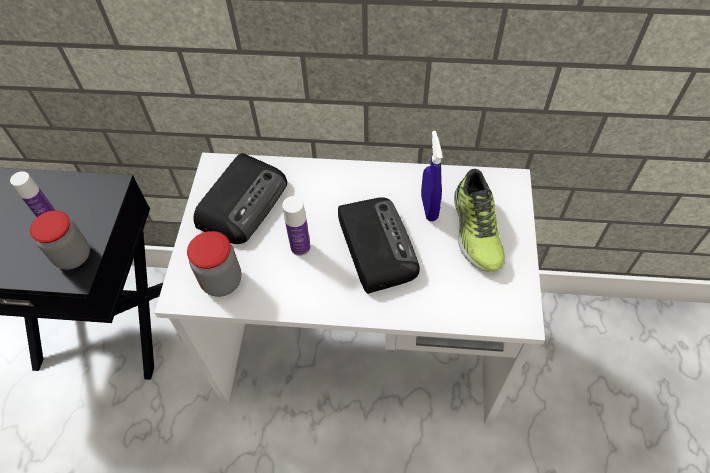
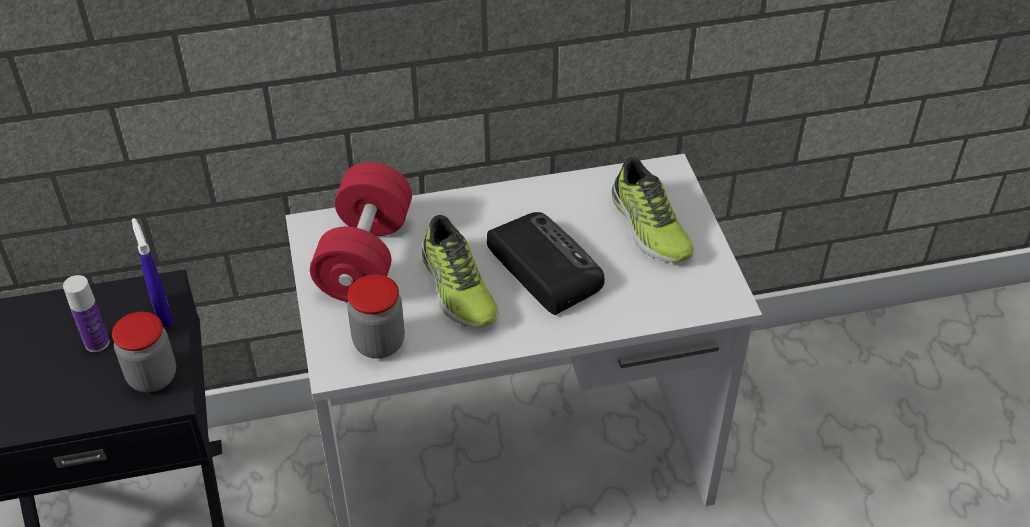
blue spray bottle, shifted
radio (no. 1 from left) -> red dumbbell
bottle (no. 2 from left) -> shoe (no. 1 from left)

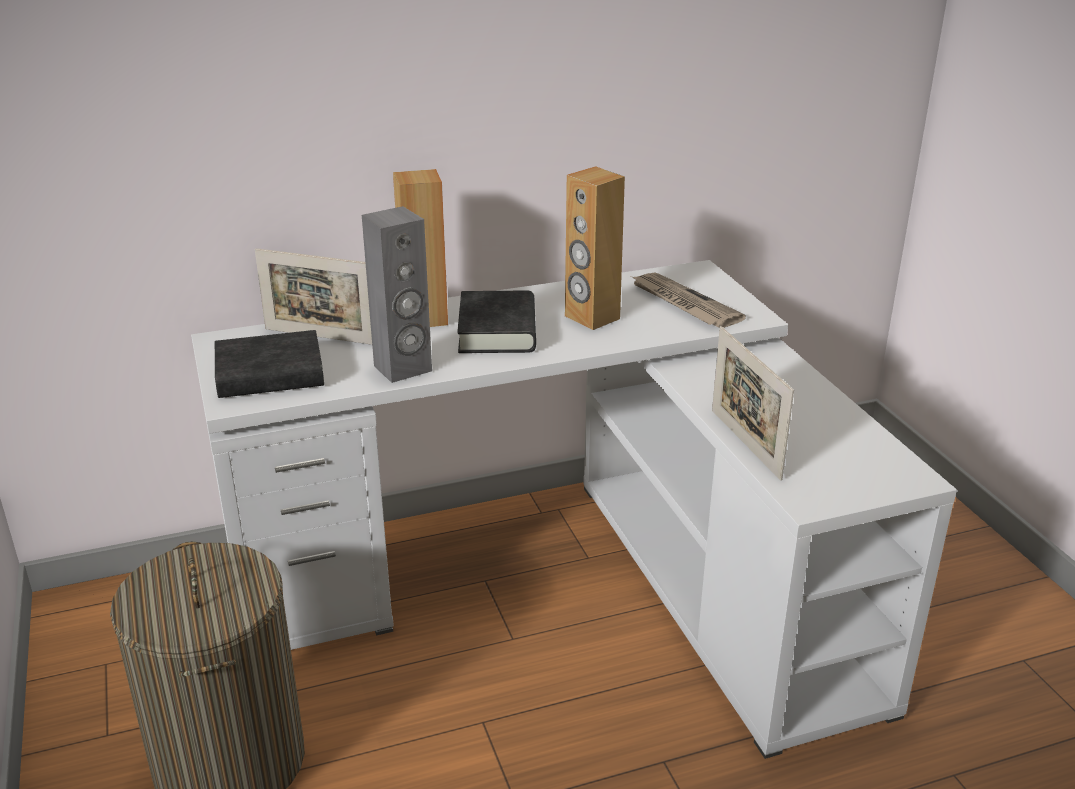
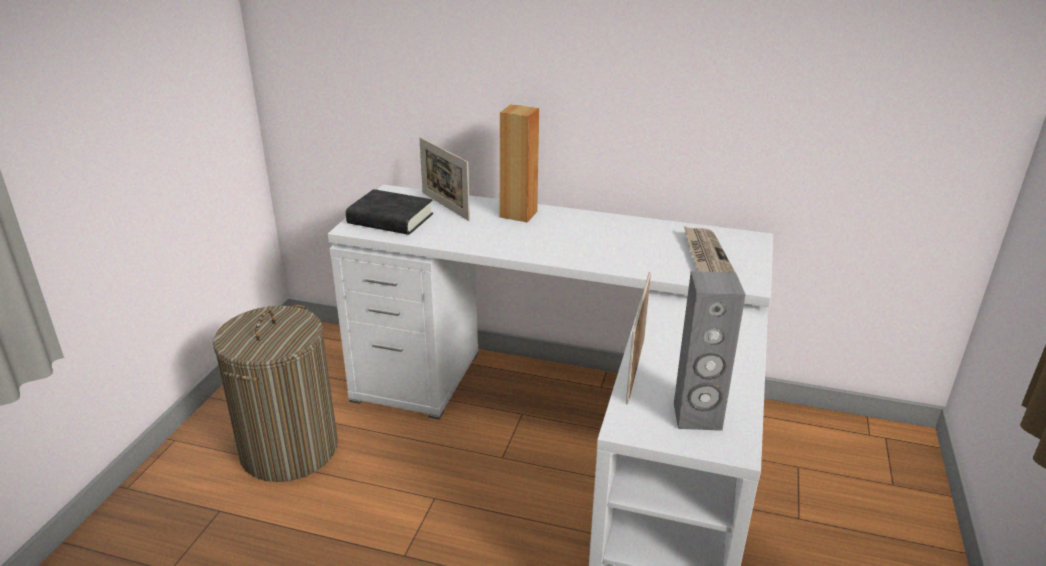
grey speaker, shifted
black book (no. 2 from left) -> none
brown speaker (no. 2 from left) -> none

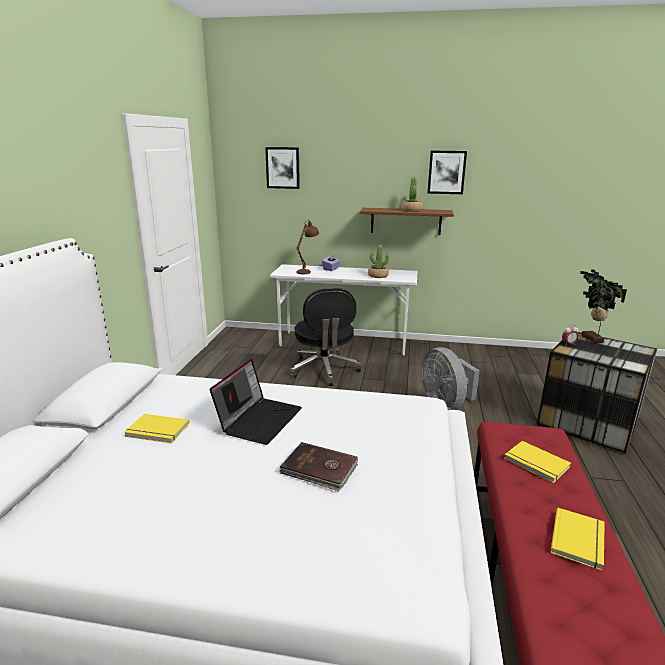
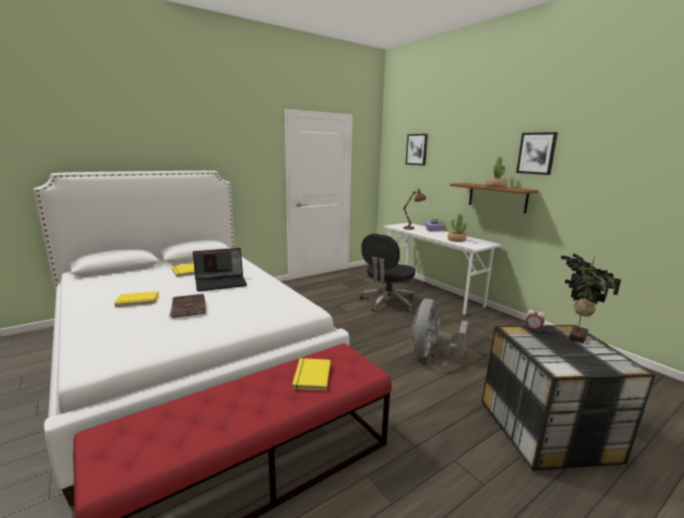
yellow book (no. 3 from left in the first image) -> yellow book (no. 1 from left), shifted

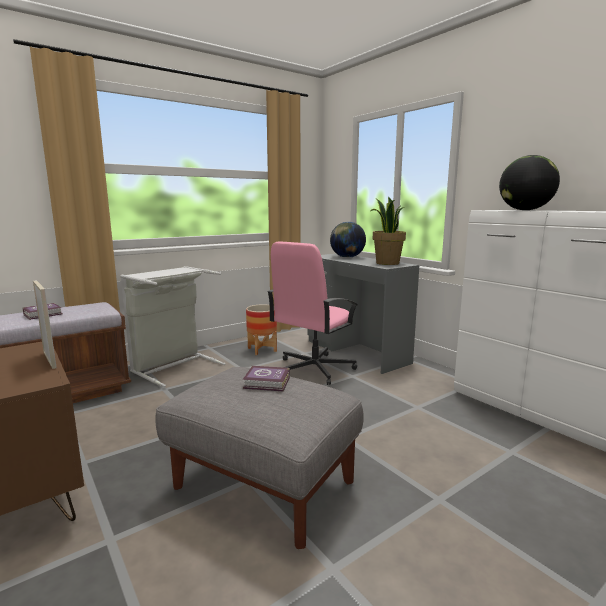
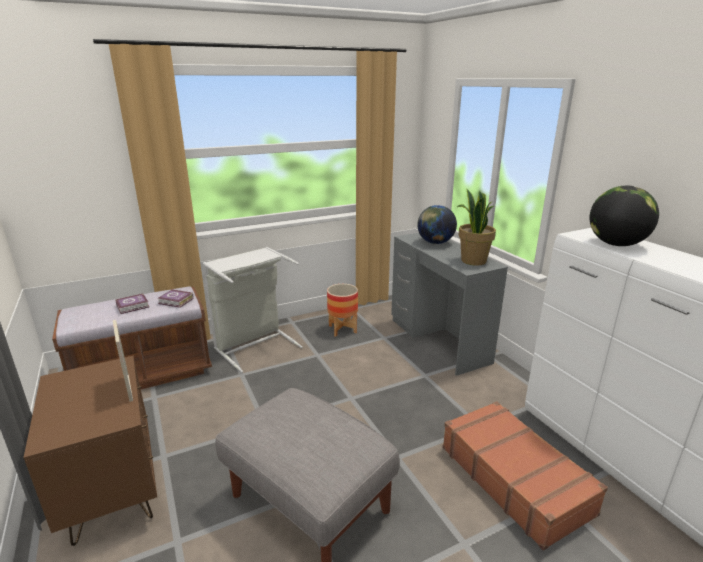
book (no. 2 from left), shifted
none -> brown suitcase
pink office chair -> none

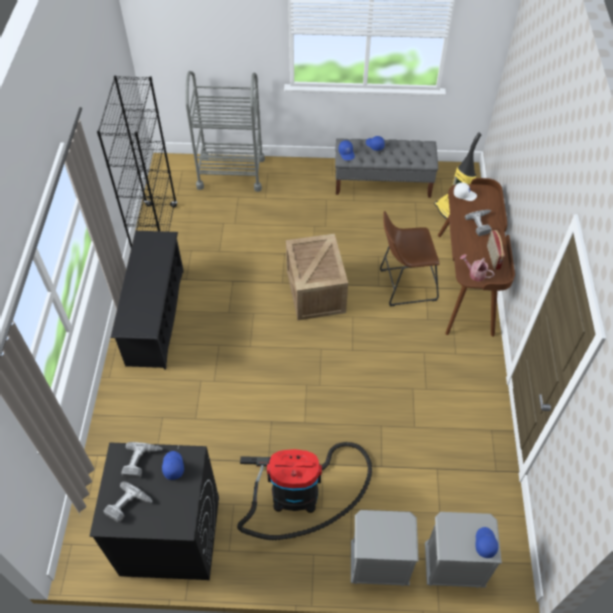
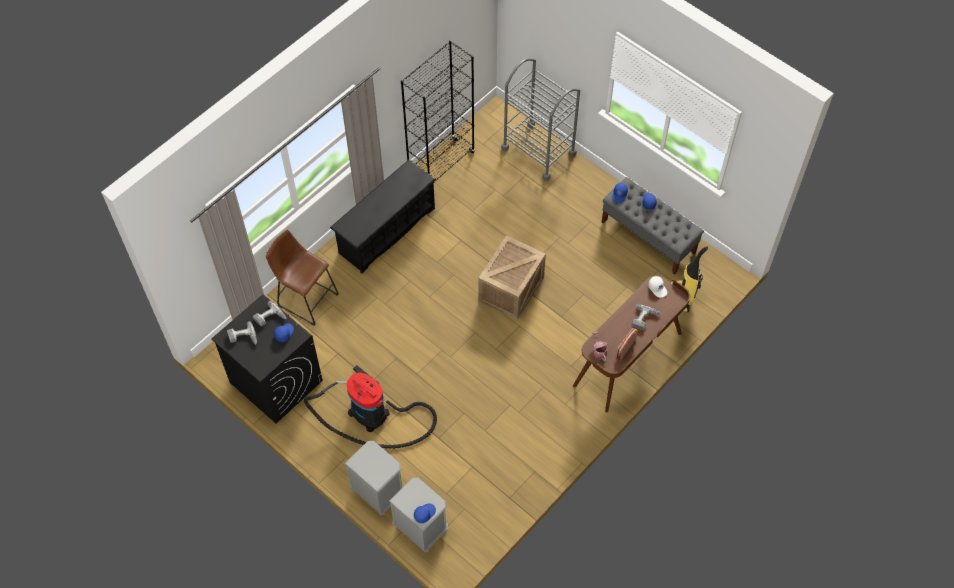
brown stool, shifted

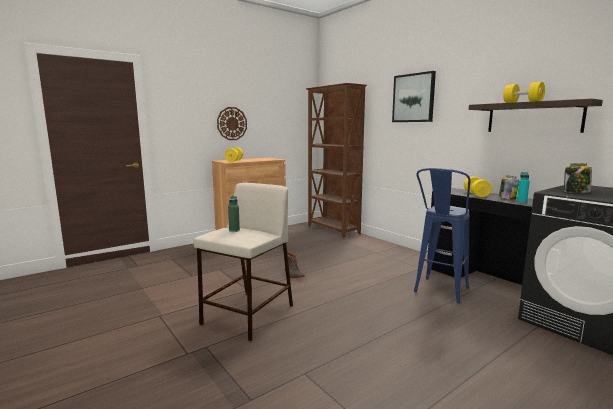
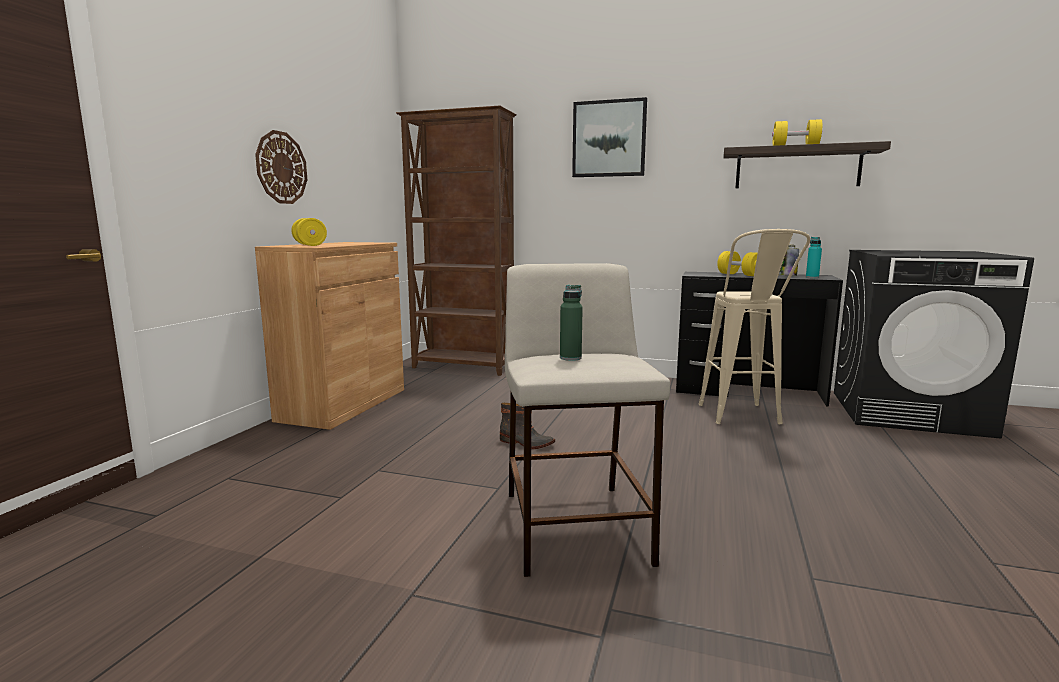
blue stool -> beige stool (no. 2 from left)
jar (no. 2 from left) -> none

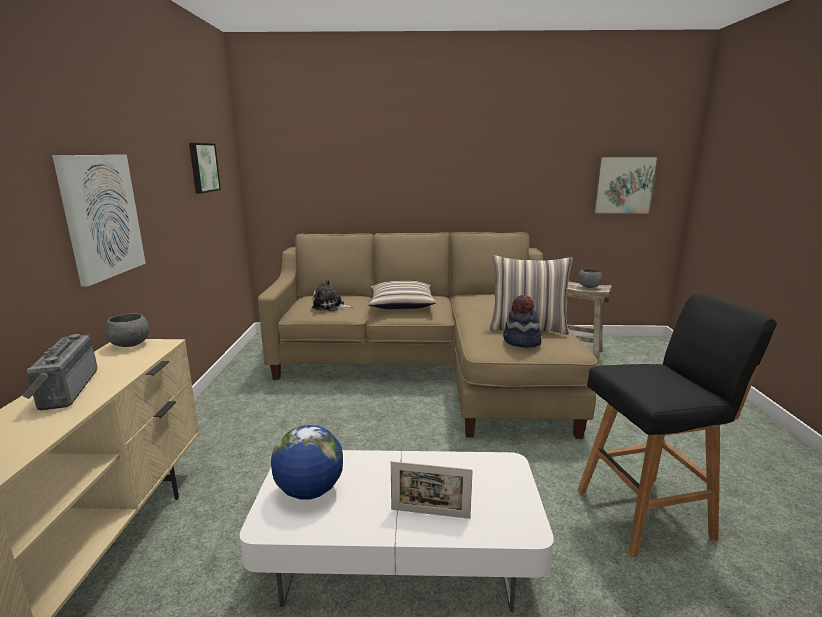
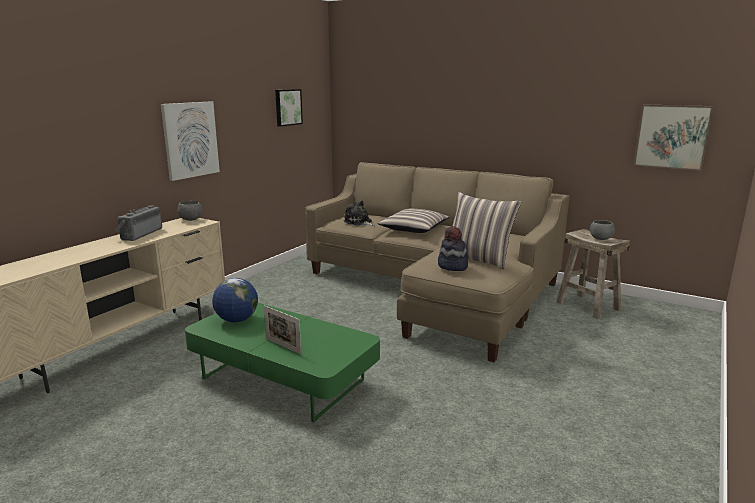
white coffee table -> green coffee table
black stool -> none

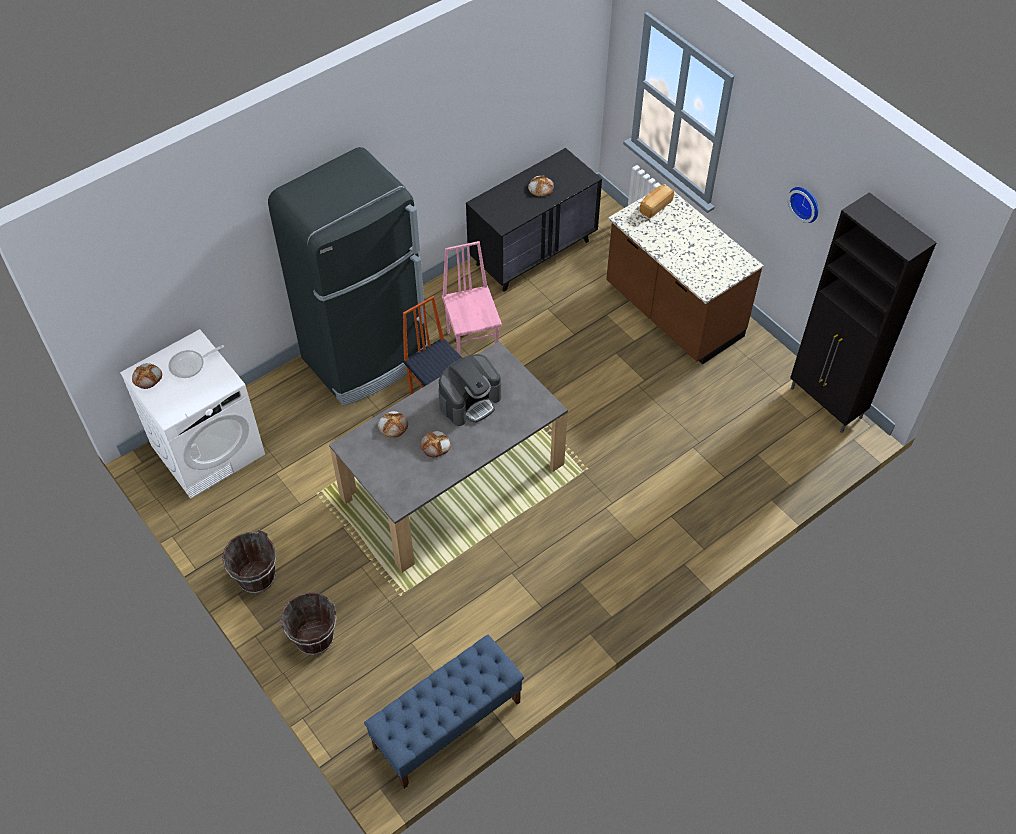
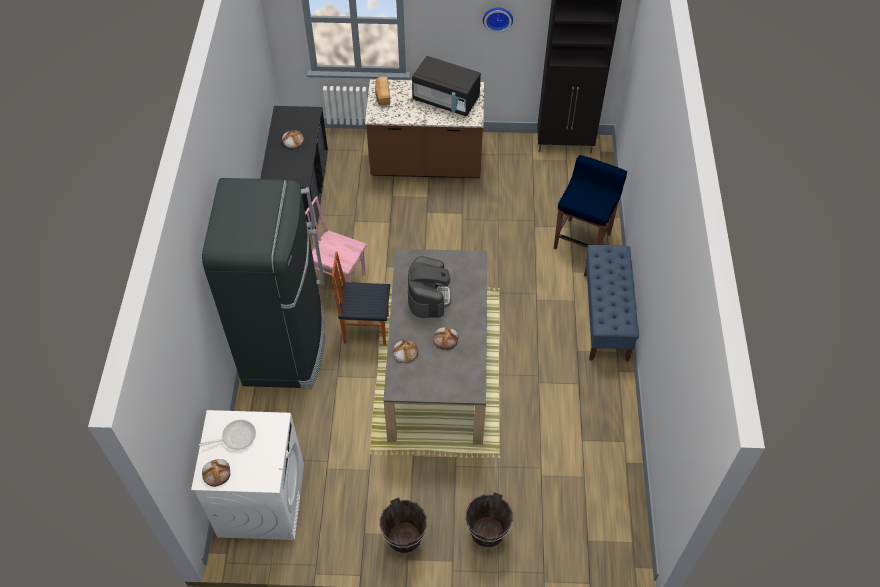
frying pan, 120 degrees counterclockwise
none -> black microwave
none -> blue stool
blue bench, shifted

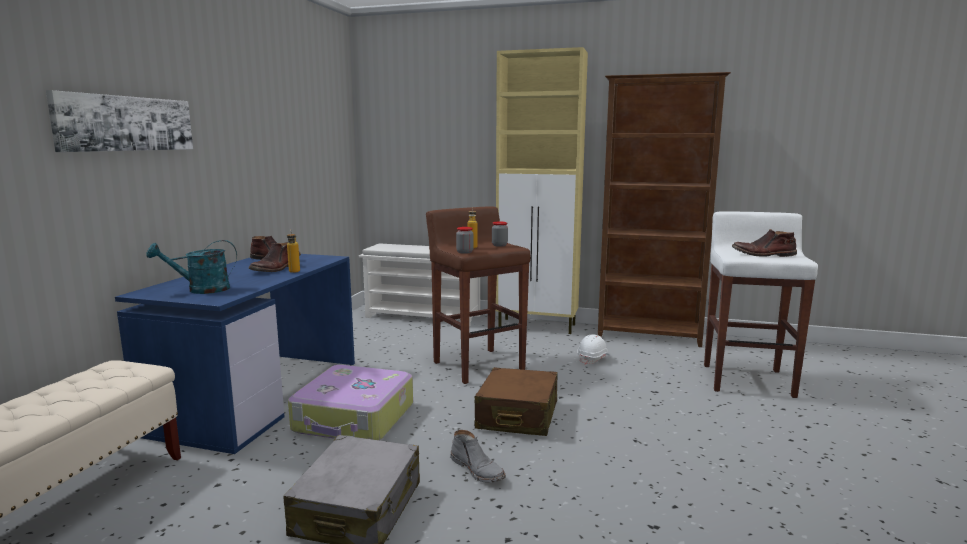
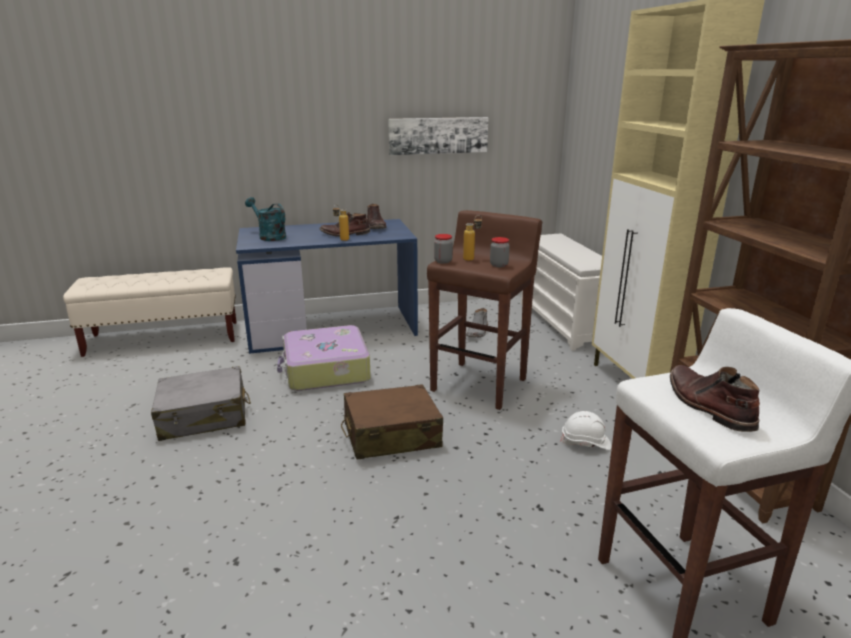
picture, shifted
grey boot, shifted

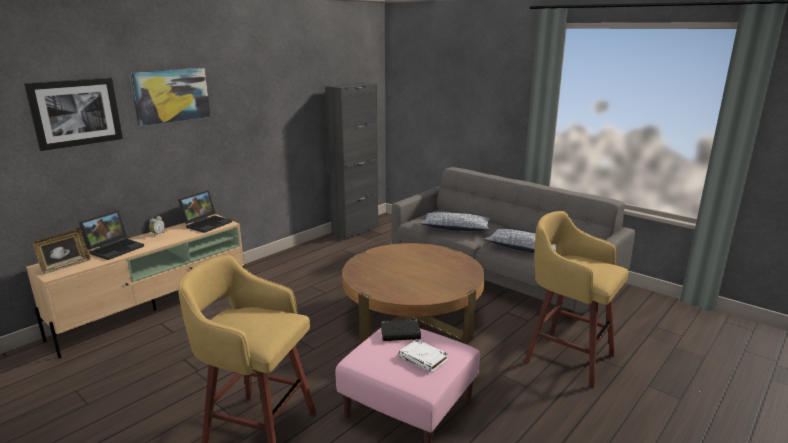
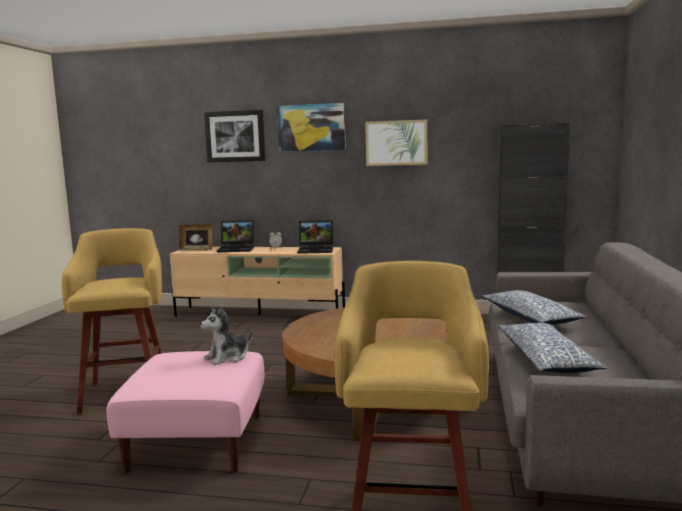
black book -> plush toy
none -> picture (no. 3 from left)
white book -> none

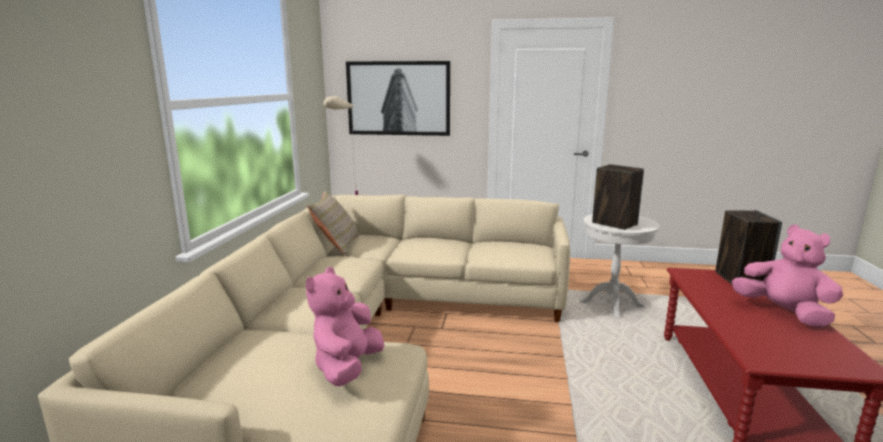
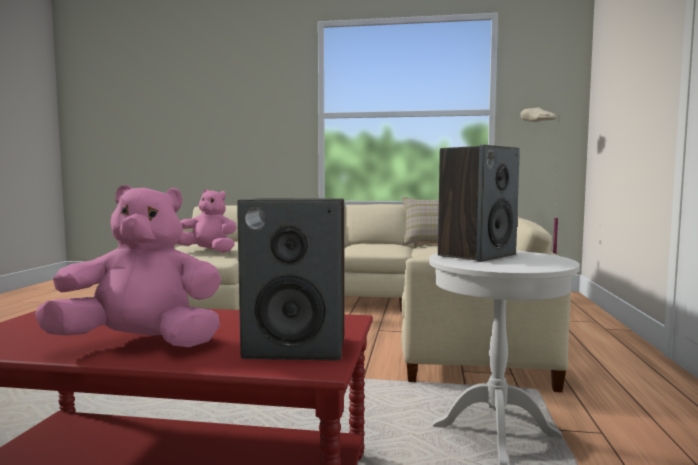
pink plush toy (no. 2 from left in the first image) -> pink plush toy (no. 1 from left), 150 degrees counterclockwise
picture -> none

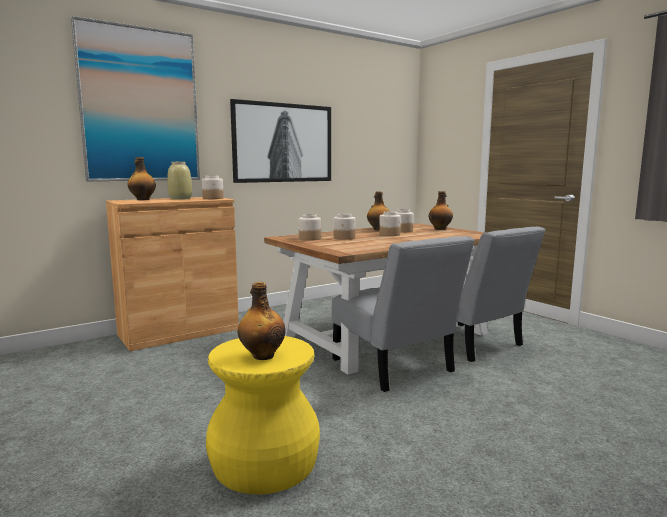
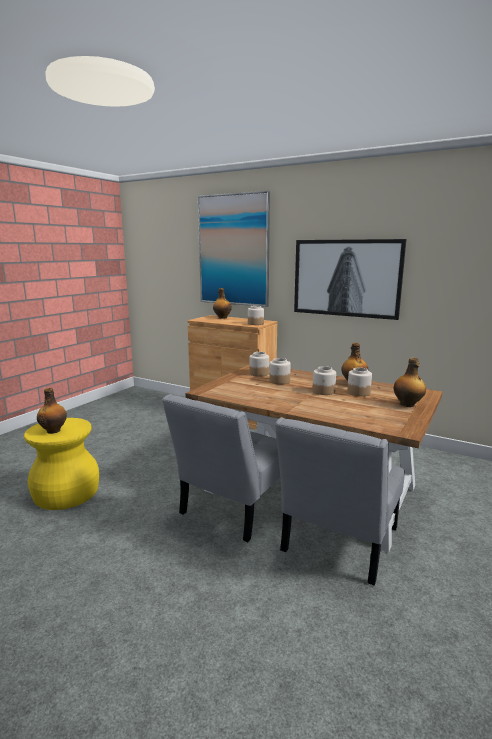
beige vase -> none

